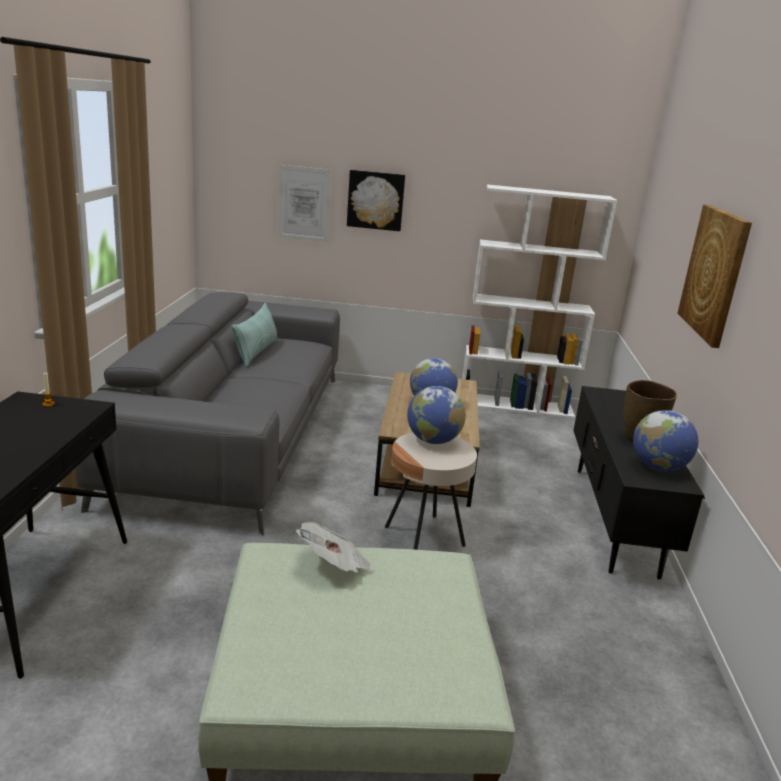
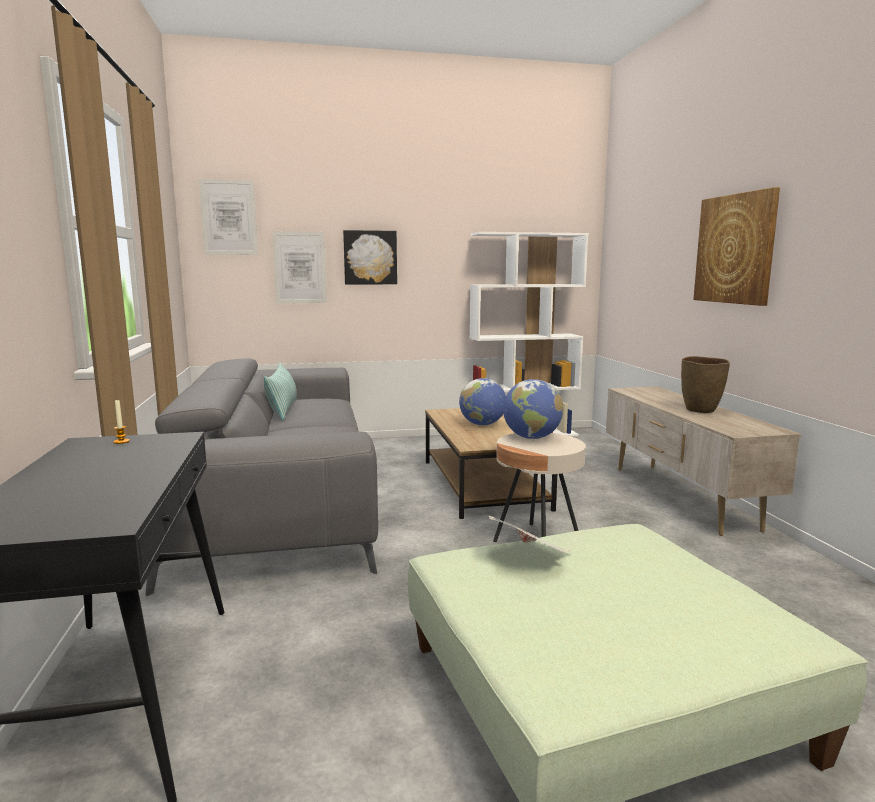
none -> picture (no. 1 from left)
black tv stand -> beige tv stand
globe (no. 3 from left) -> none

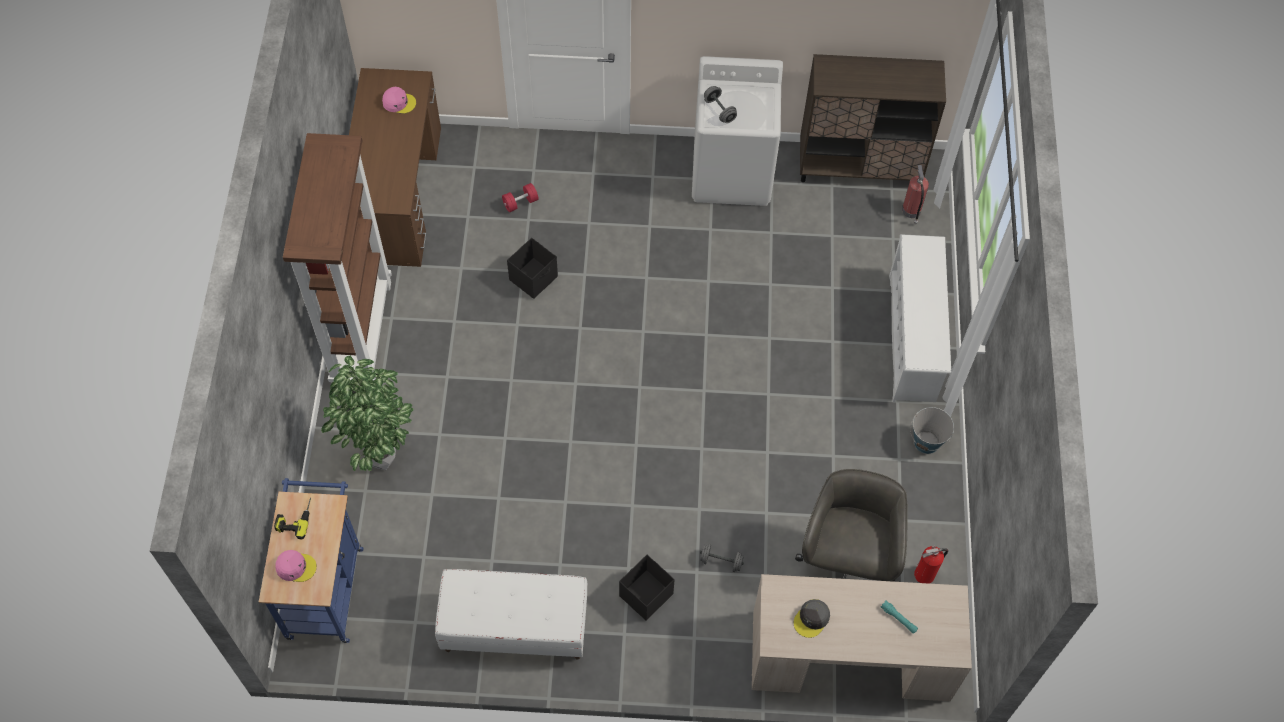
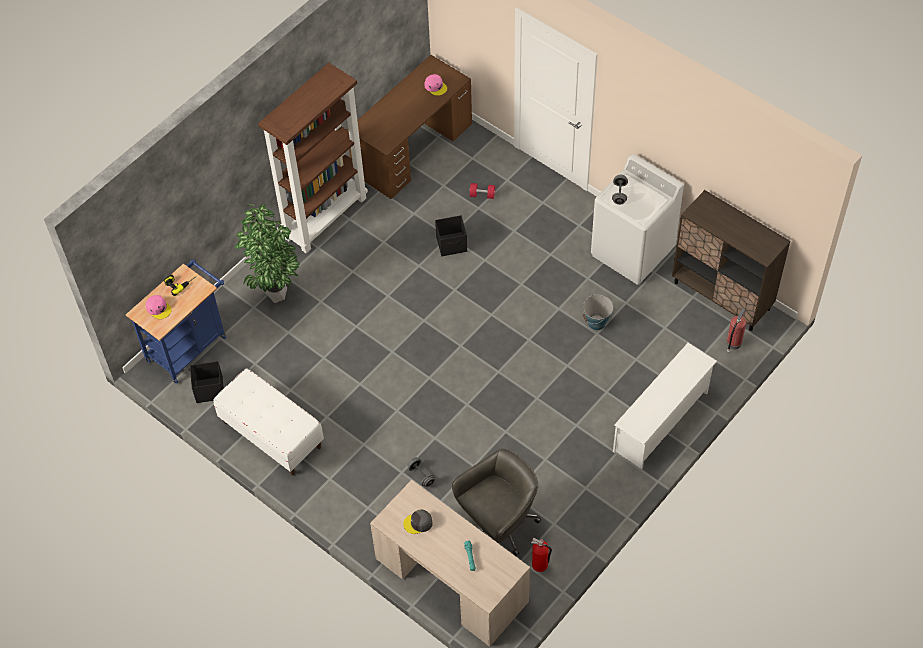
black storage box (no. 2 from left in the first image) -> black storage box (no. 1 from left), shifted
bucket, shifted

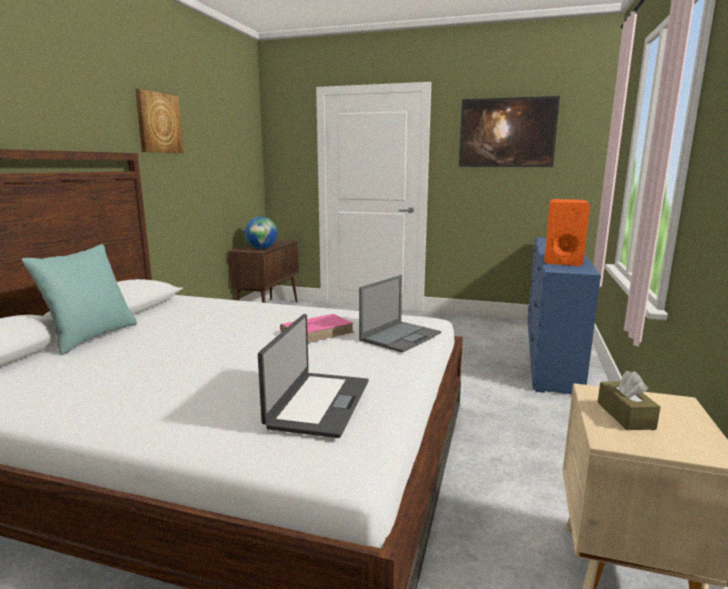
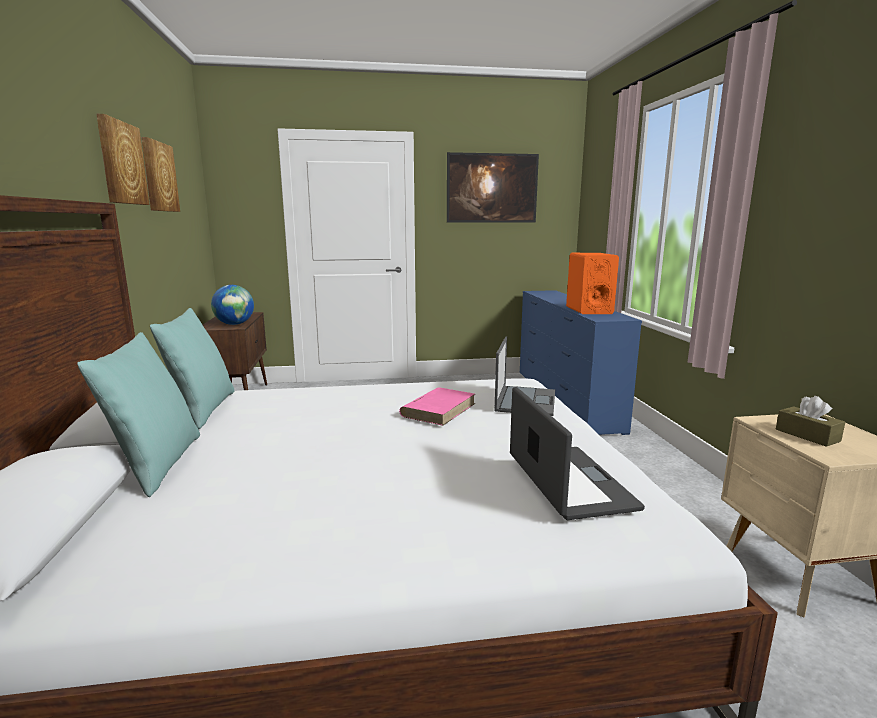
none -> picture (no. 2 from left)
none -> turquoise pillow (no. 2 from left)

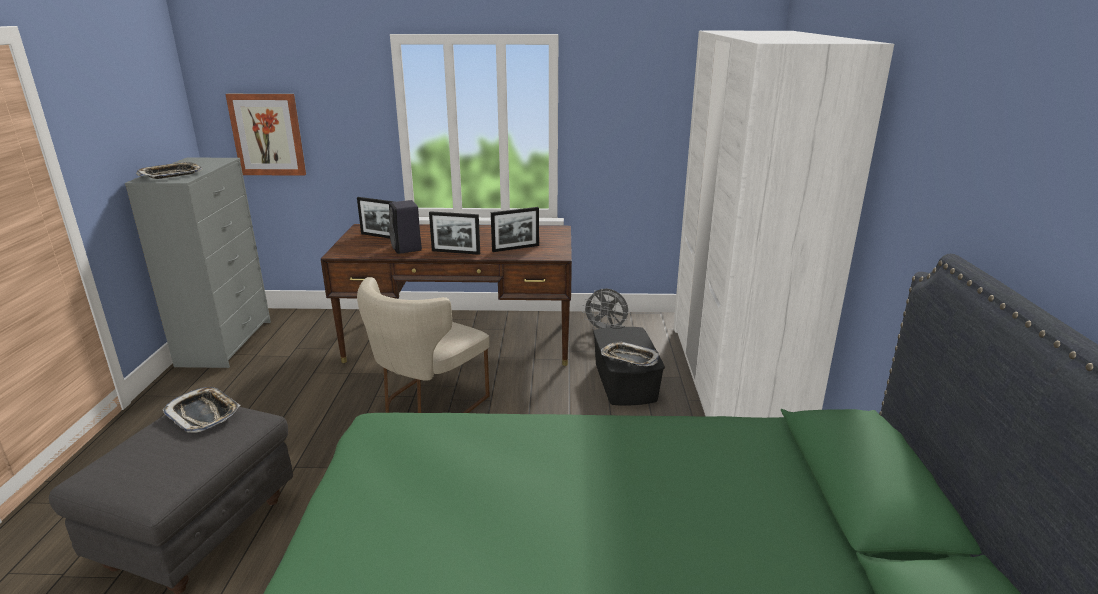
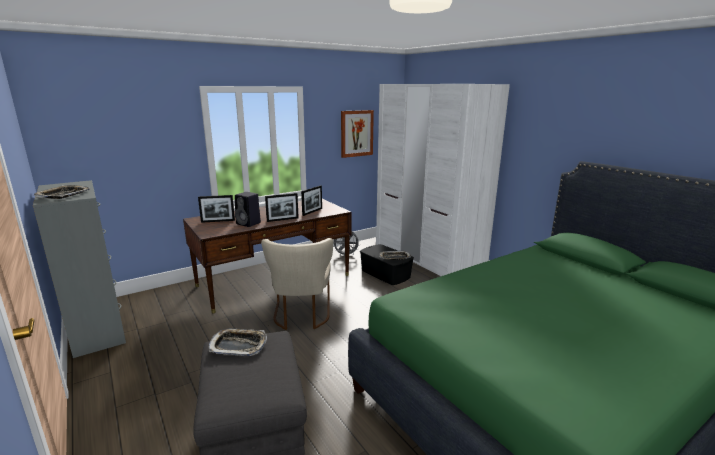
picture, shifted

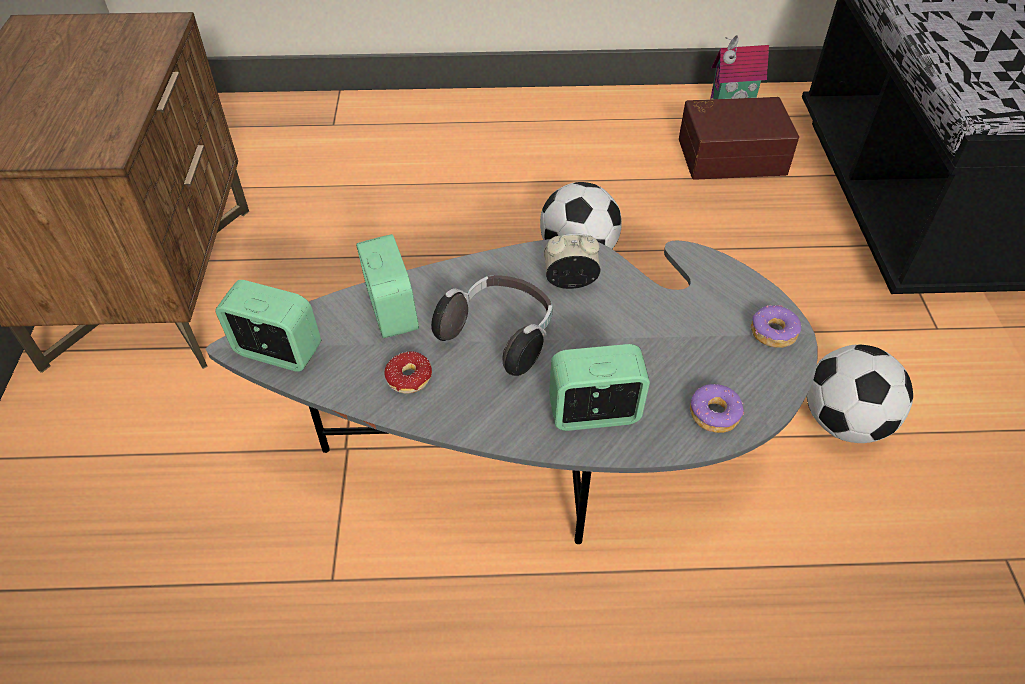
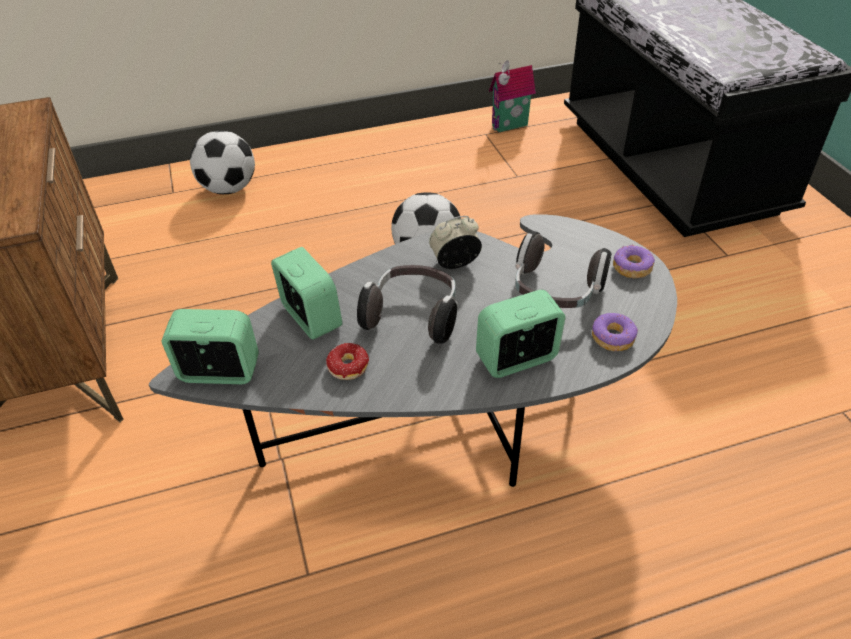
football (no. 2 from left in the first image) -> football (no. 1 from left), shifted
none -> headphones (no. 2 from left)
brown storage box -> none

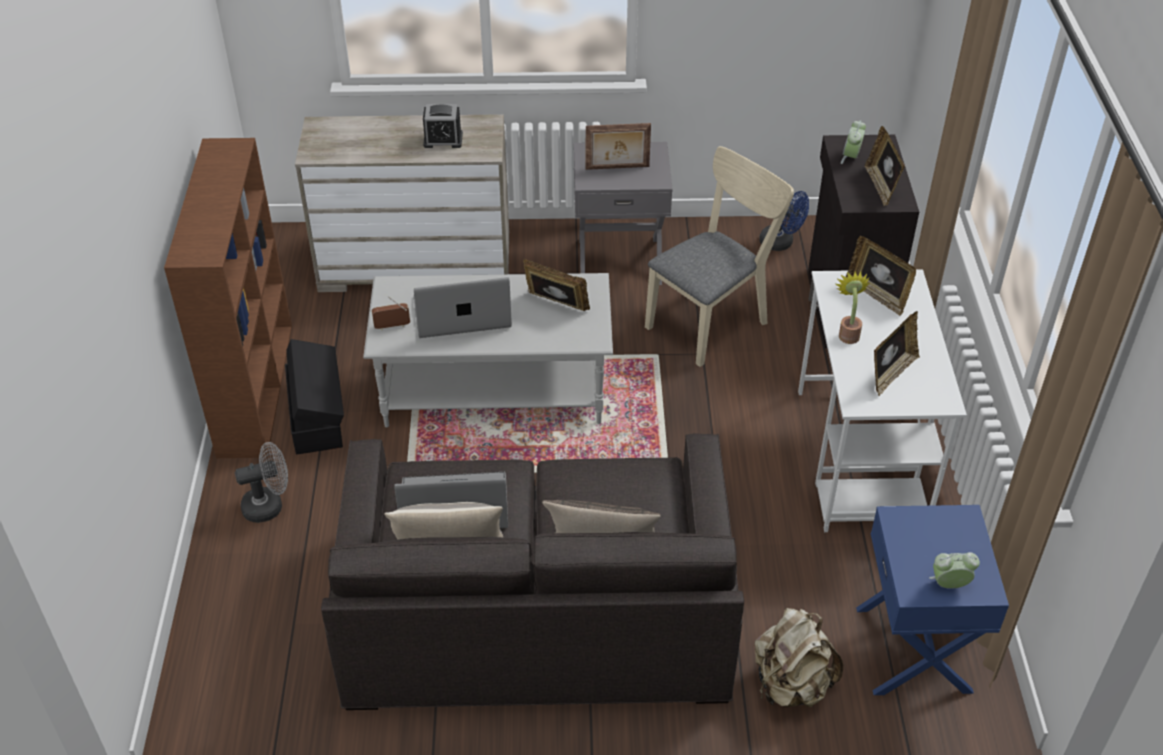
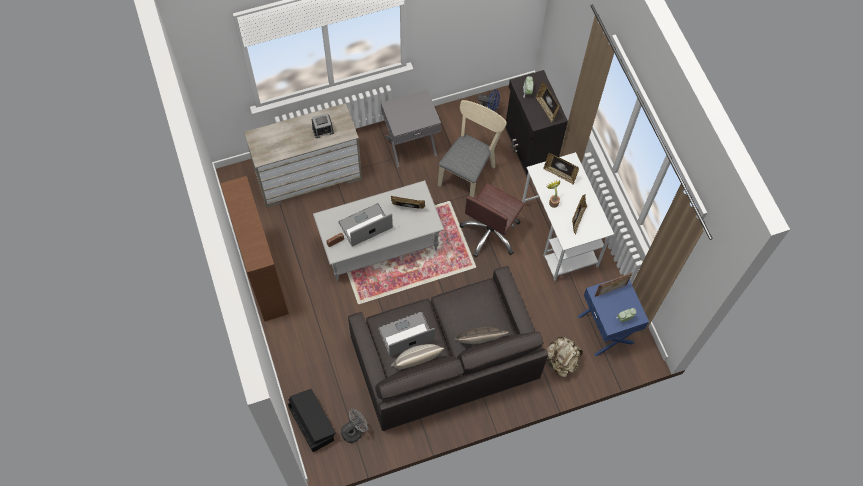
black storage box, shifted
grey fan, shifted
none -> brown office chair
picture frame (no. 2 from left in the first image) -> picture frame (no. 5 from left), shifted

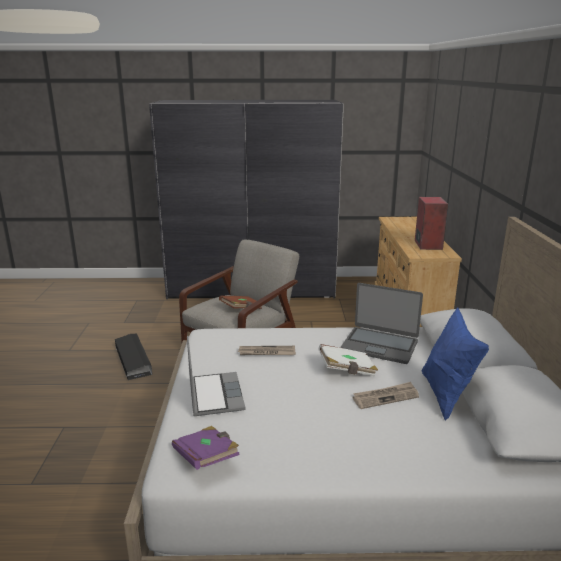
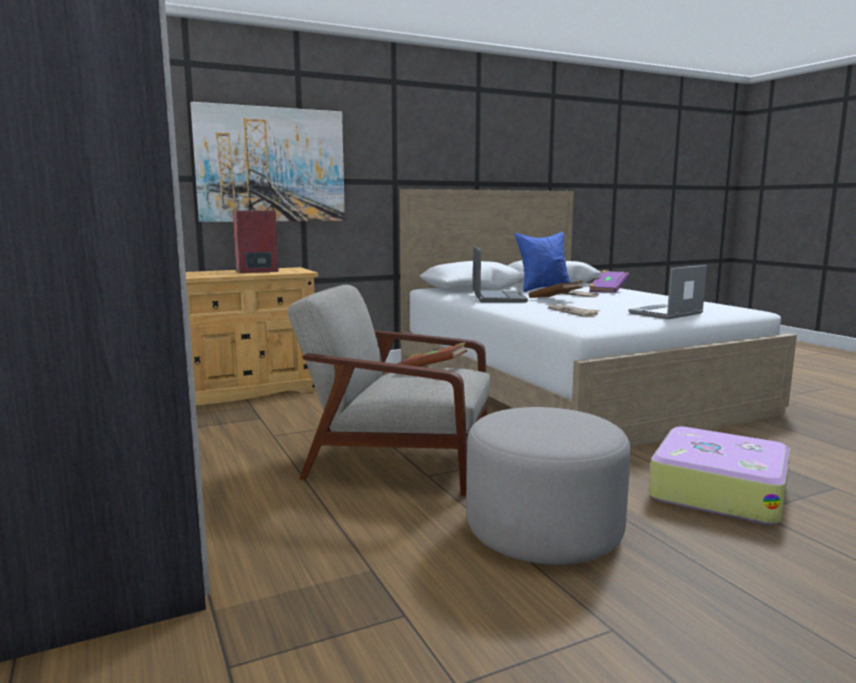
none -> picture
black storage box -> grey ottoman
white book -> brown book (no. 2 from left)
purple book, shifted
none -> suitcase

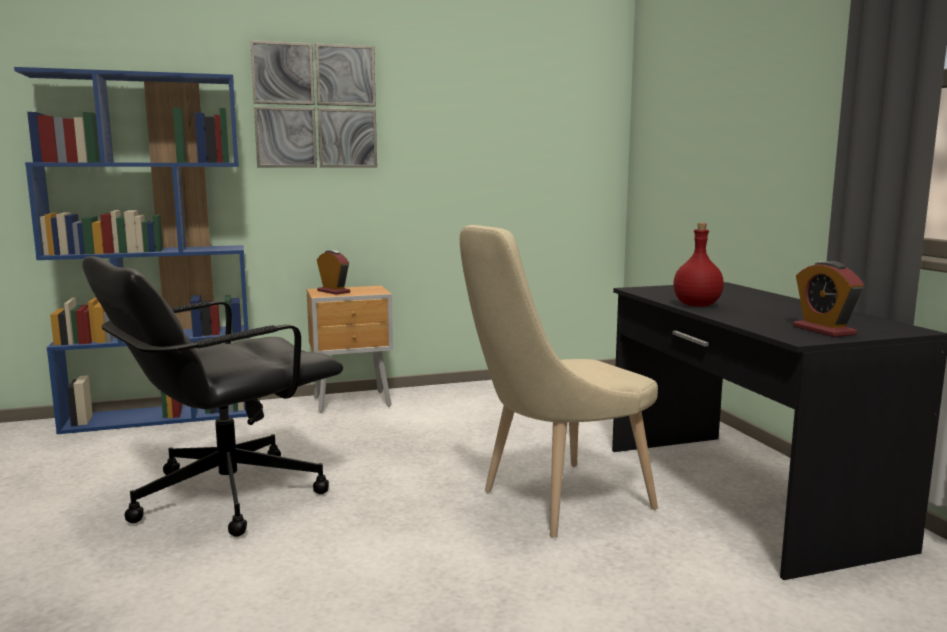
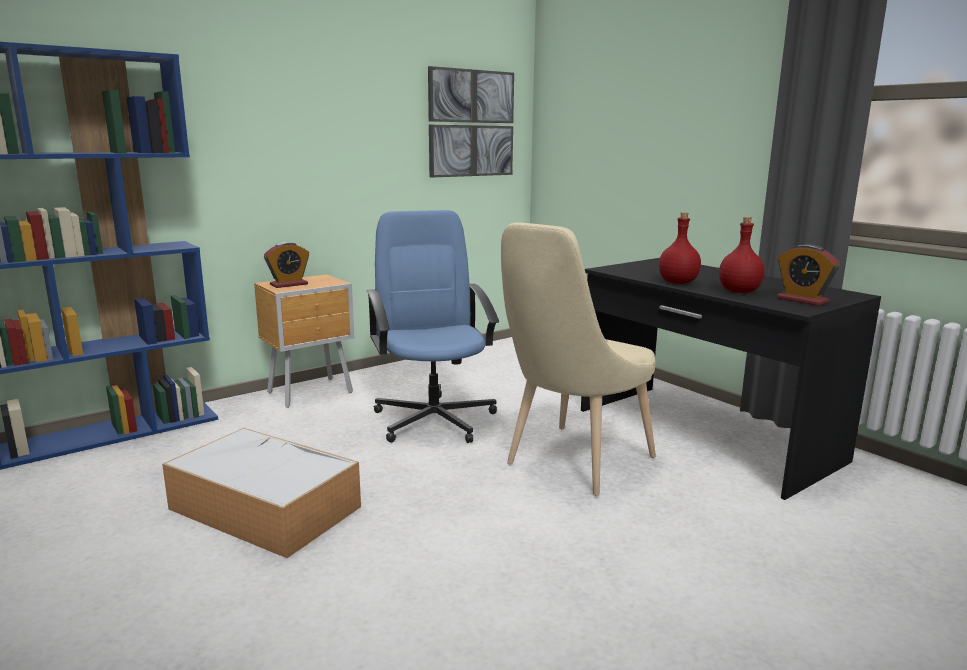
black office chair -> storage box
alarm clock (no. 1 from left), 120 degrees clockwise
none -> blue office chair
picture, shifted
none -> red bottle (no. 2 from left)

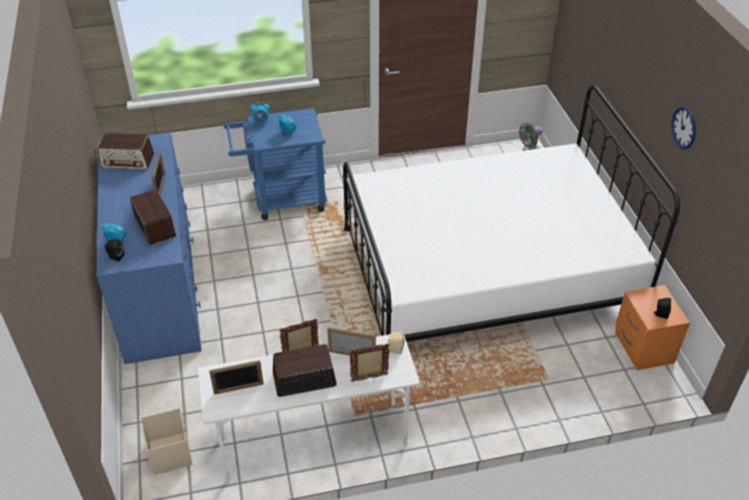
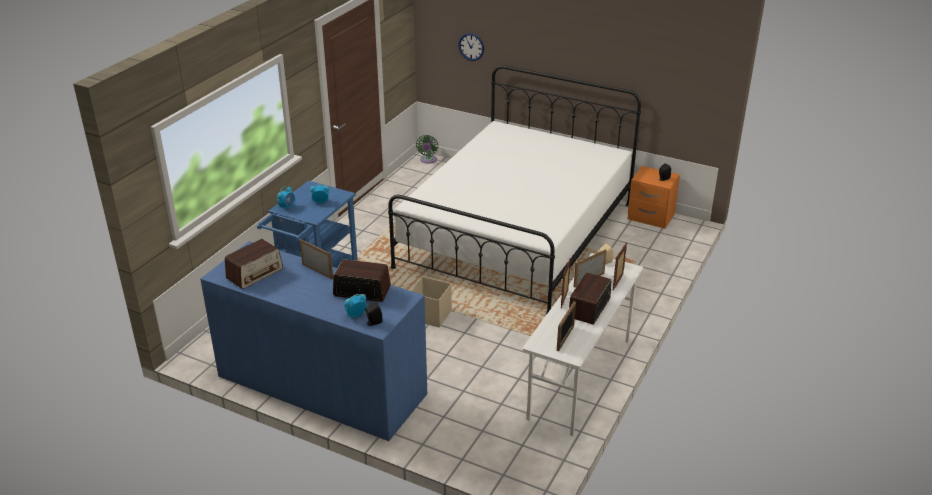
beige storage box, shifted
wall clock, shifted

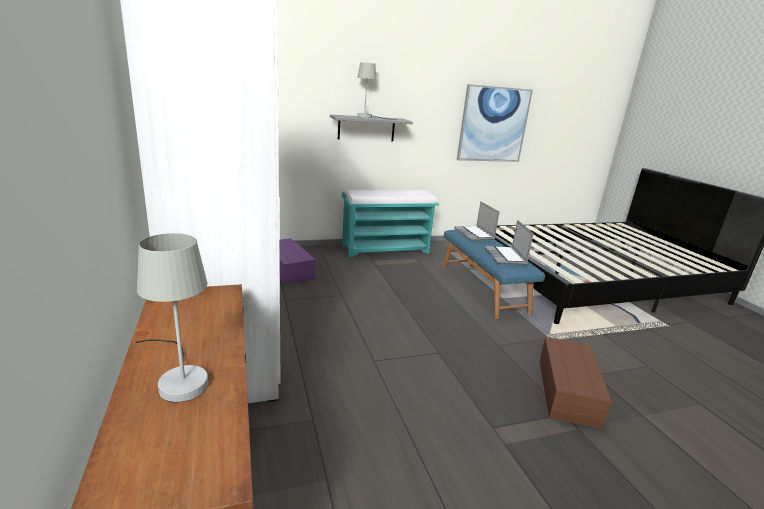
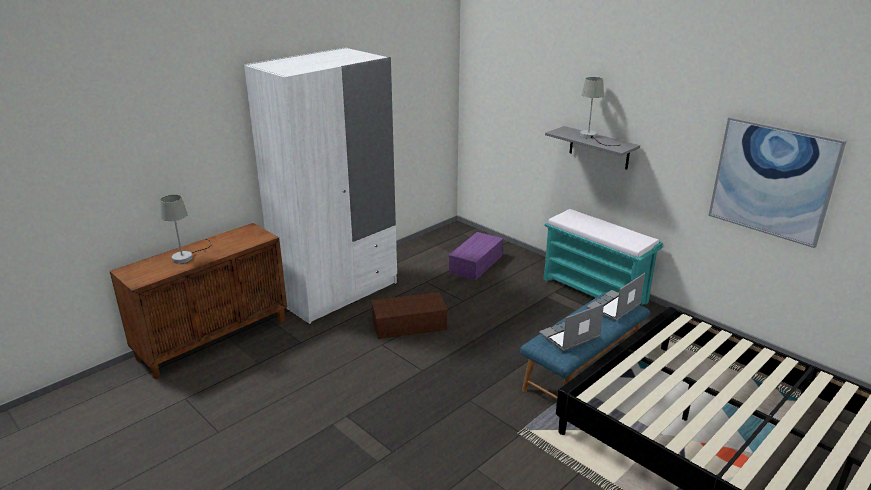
brown storage box, shifted

